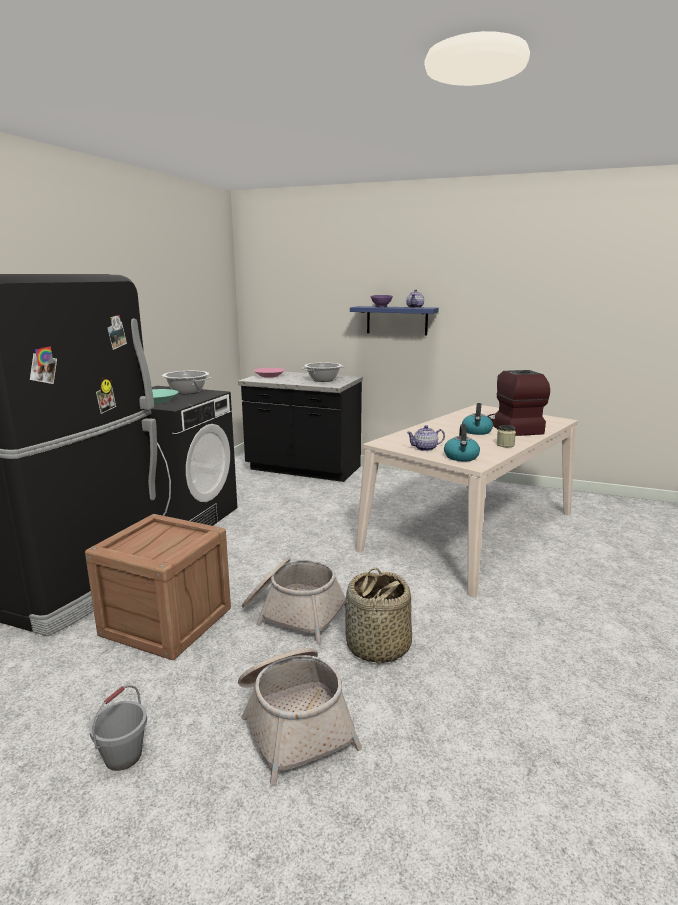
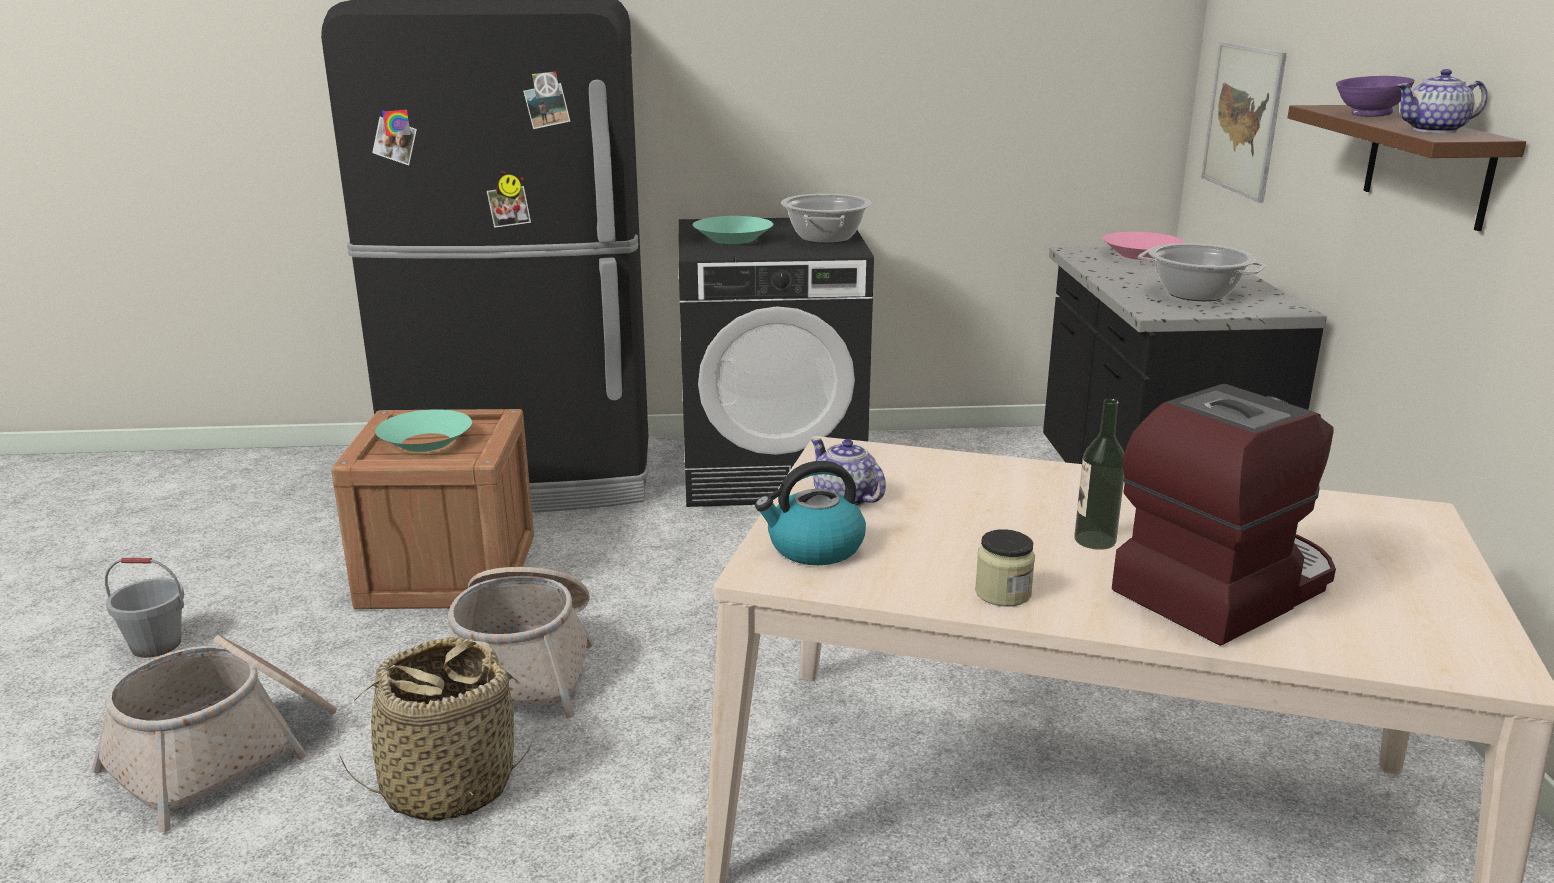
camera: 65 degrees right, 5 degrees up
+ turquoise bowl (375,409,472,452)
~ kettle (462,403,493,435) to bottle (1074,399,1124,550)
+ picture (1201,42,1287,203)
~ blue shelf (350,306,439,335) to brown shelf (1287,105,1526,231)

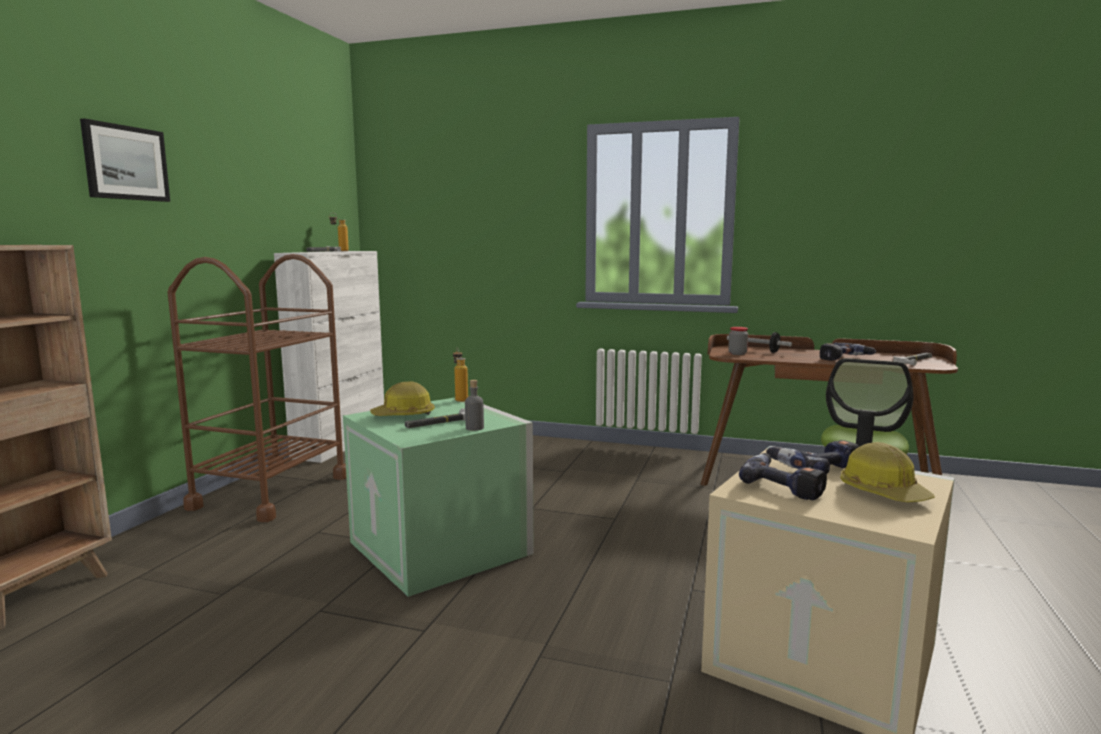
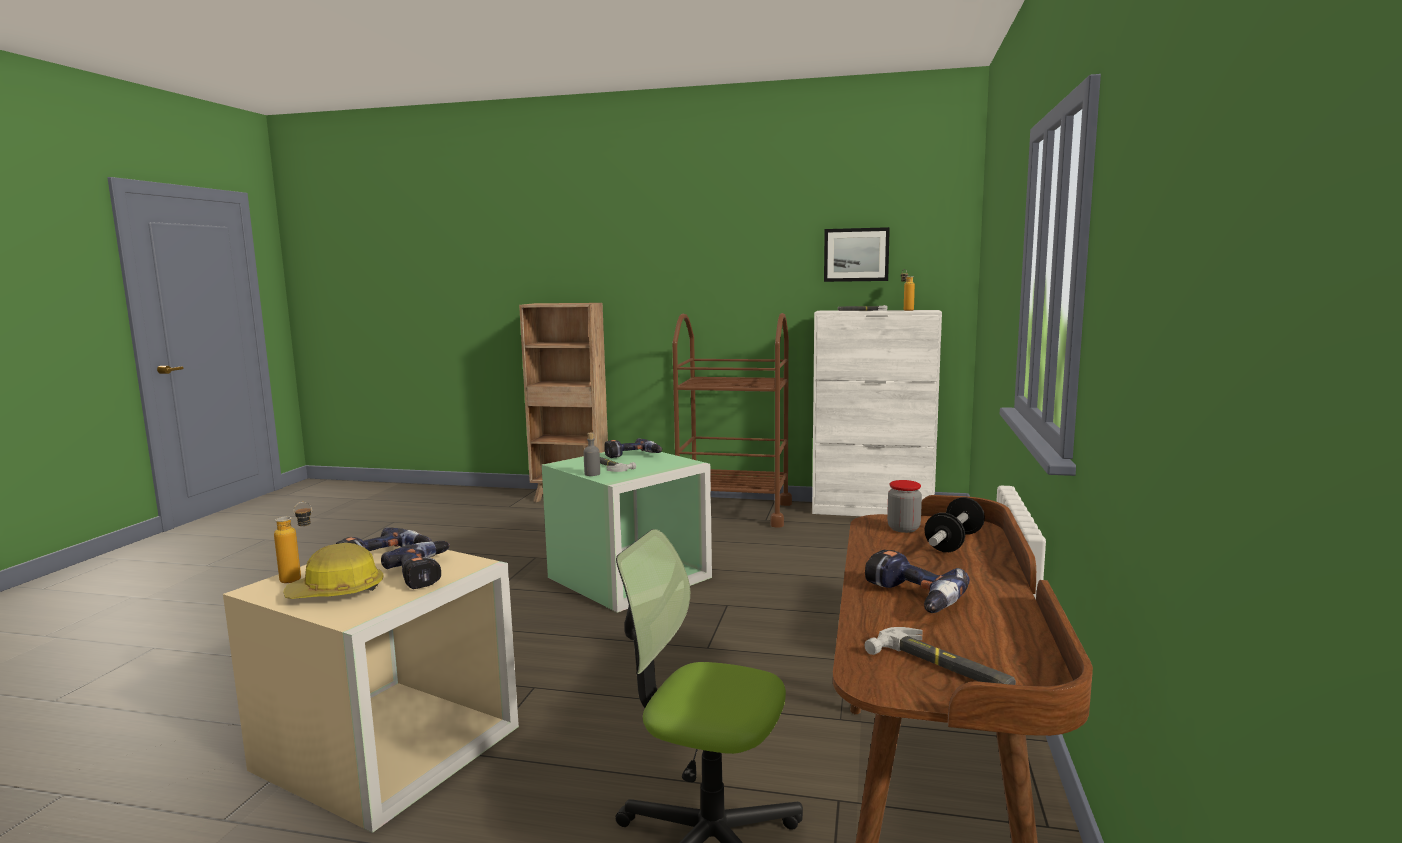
camera: 85 degrees right, 0 degrees up
~ bottle (453,347,468,402) to (274,502,312,583)
~ hard hat (370,381,435,416) to power drill (605,438,662,458)
~ picture (80,119,170,202) to (824,227,890,282)

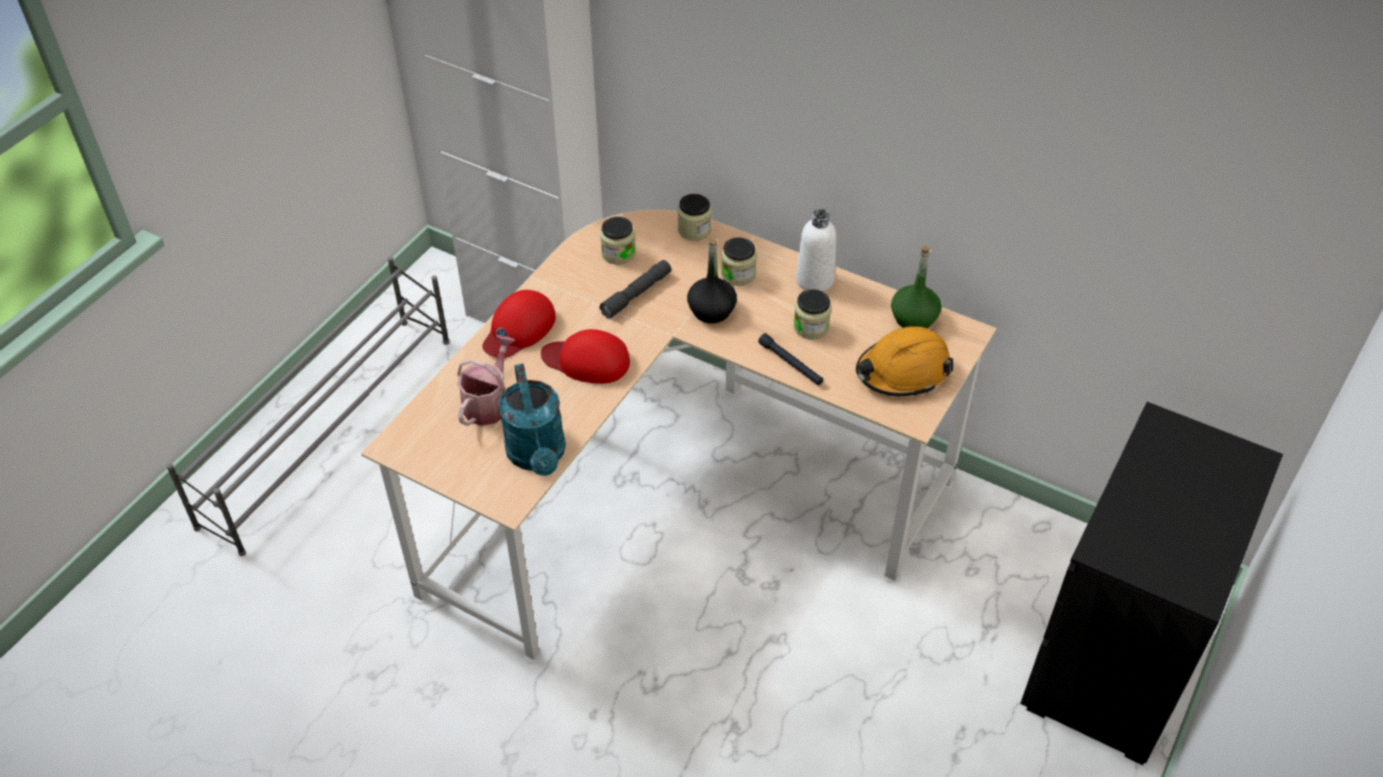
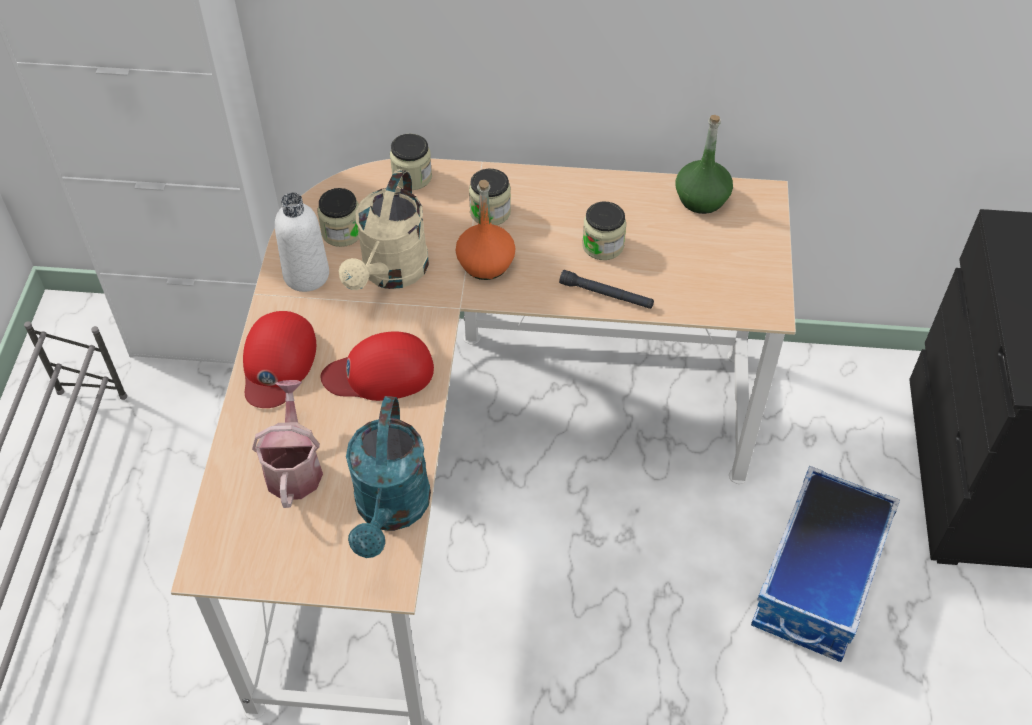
camera: 25 degrees left, 5 degrees up
~ white bottle (796,209,836,292) to (275,193,329,292)
~ grey flashlight (599,260,671,319) to beige watering can (339,169,429,290)
~ turquoise watering can (498,364,566,476) = (346,396,431,558) 45 degrees clockwise
~ black bottle (687,237,737,323) to orange bottle (456,180,515,280)
+ storage box (751,466,900,662)
- orange hard hat (856,326,953,396)

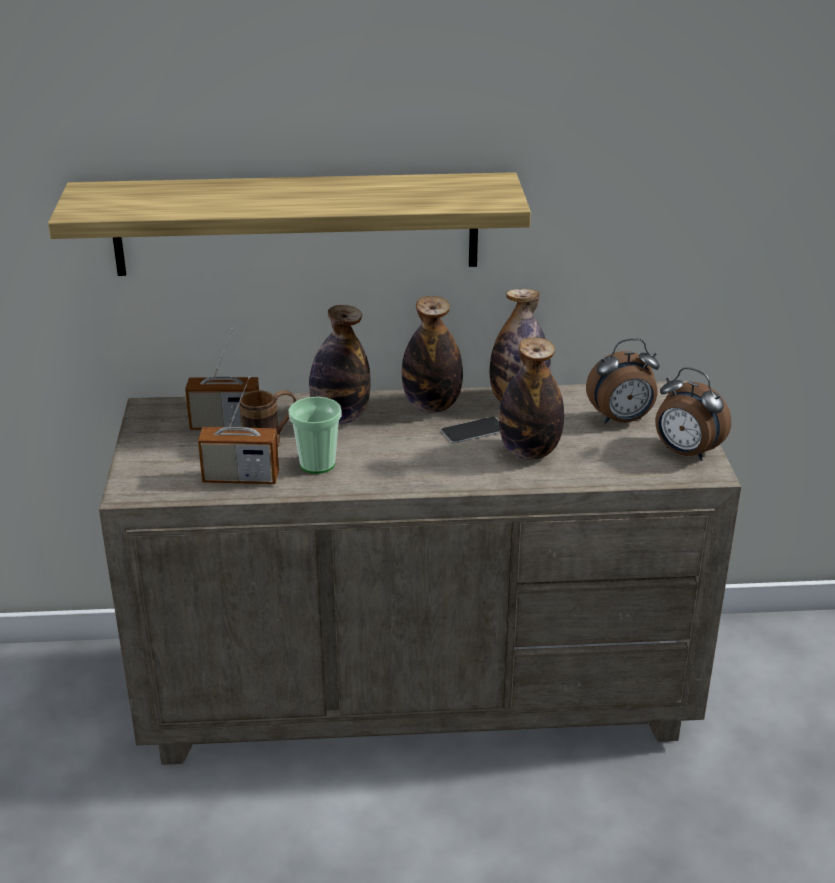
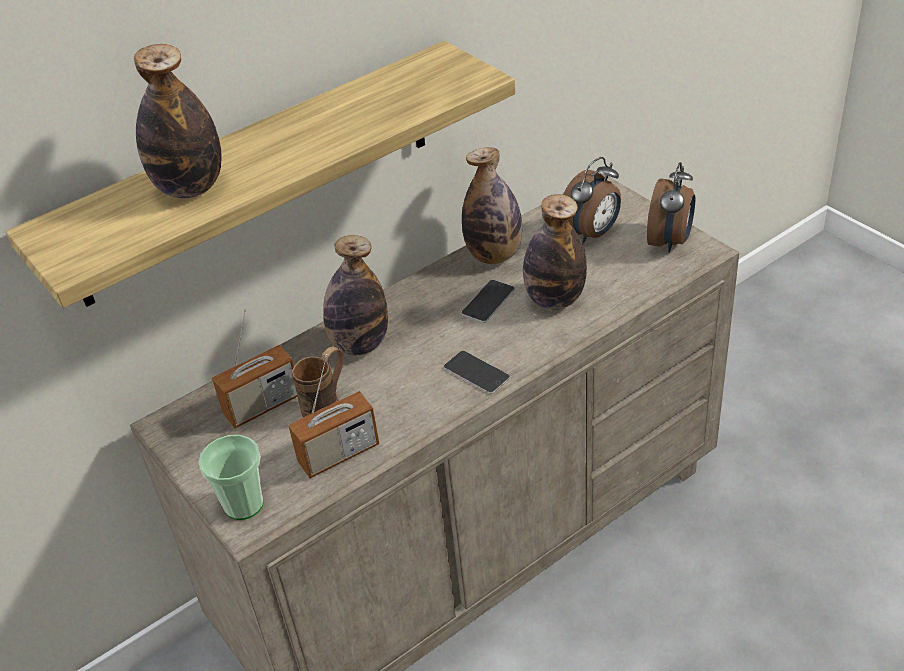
camera: 30 degrees left, 10 degrees up
~ bottle (402,296,463,413) to (134,44,222,198)
~ cup (288,397,342,474) to (198,435,263,520)
+ phone (443,351,510,394)
~ alarm clock (655,367,731,461) = (647,162,695,253) 75 degrees counterclockwise

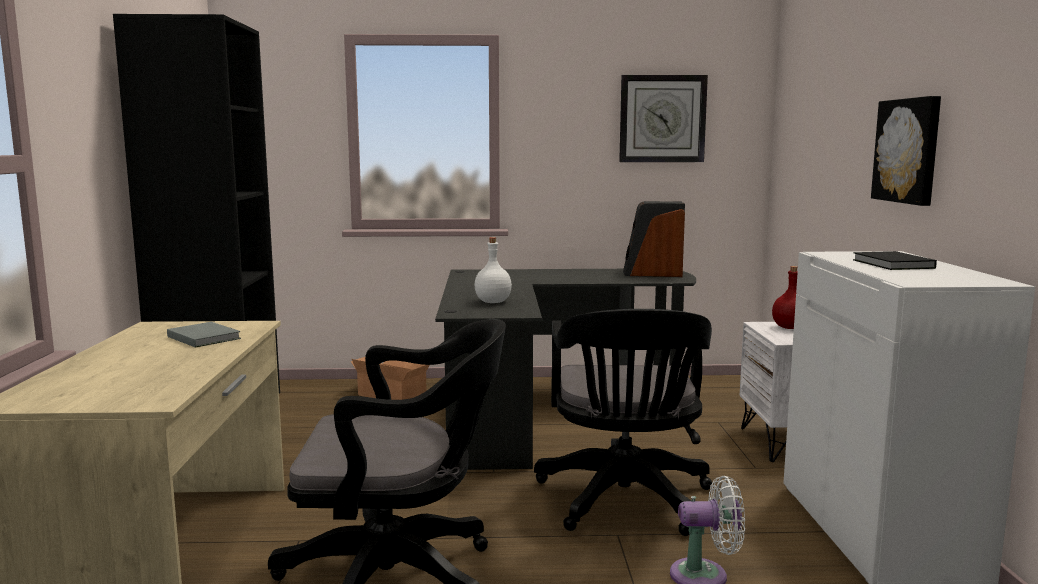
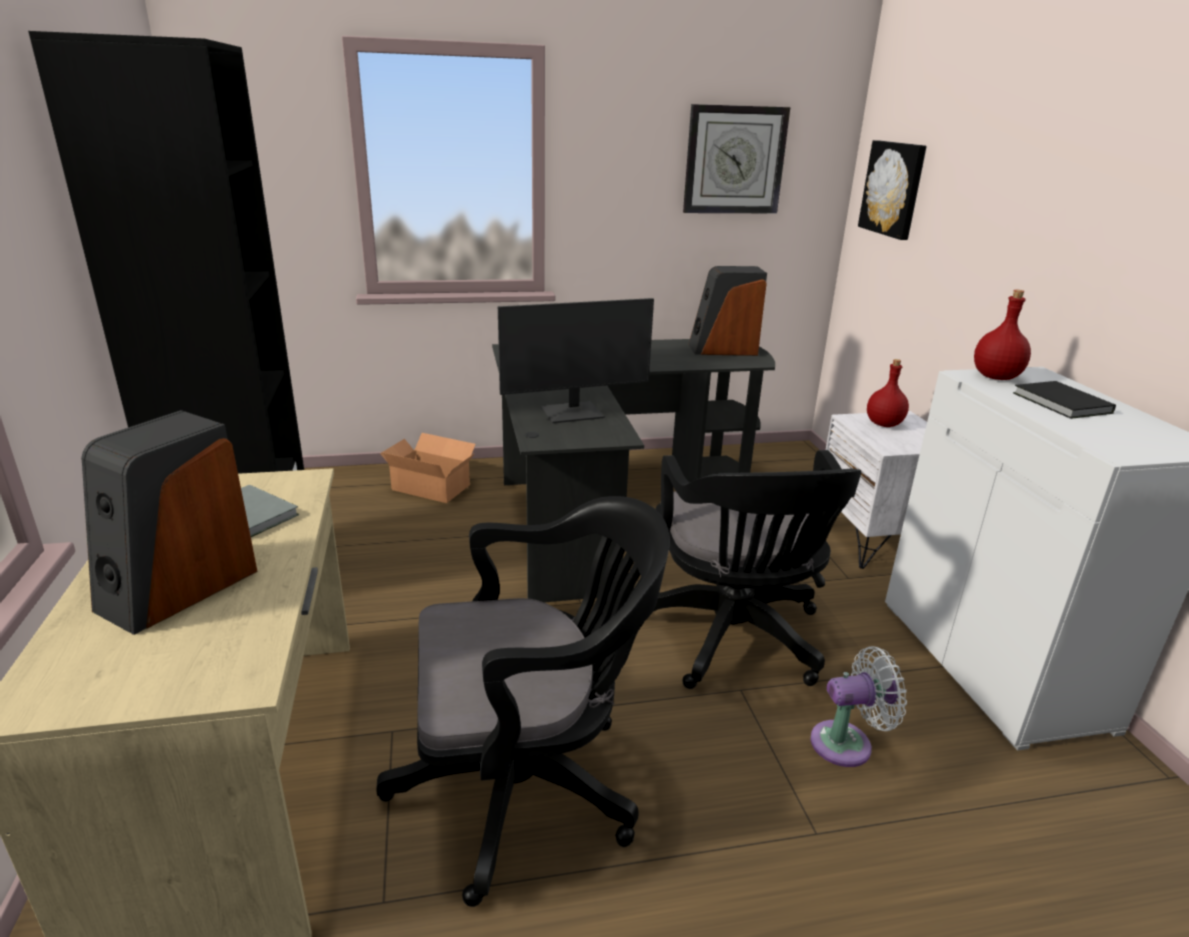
camera: 10 degrees left, 15 degrees up
+ speaker (81,410,258,635)
~ white bottle (474,237,512,303) to monitor (498,298,654,423)
~ picture (871,96,941,206) to (858,140,927,240)
+ red bottle (974,290,1031,380)

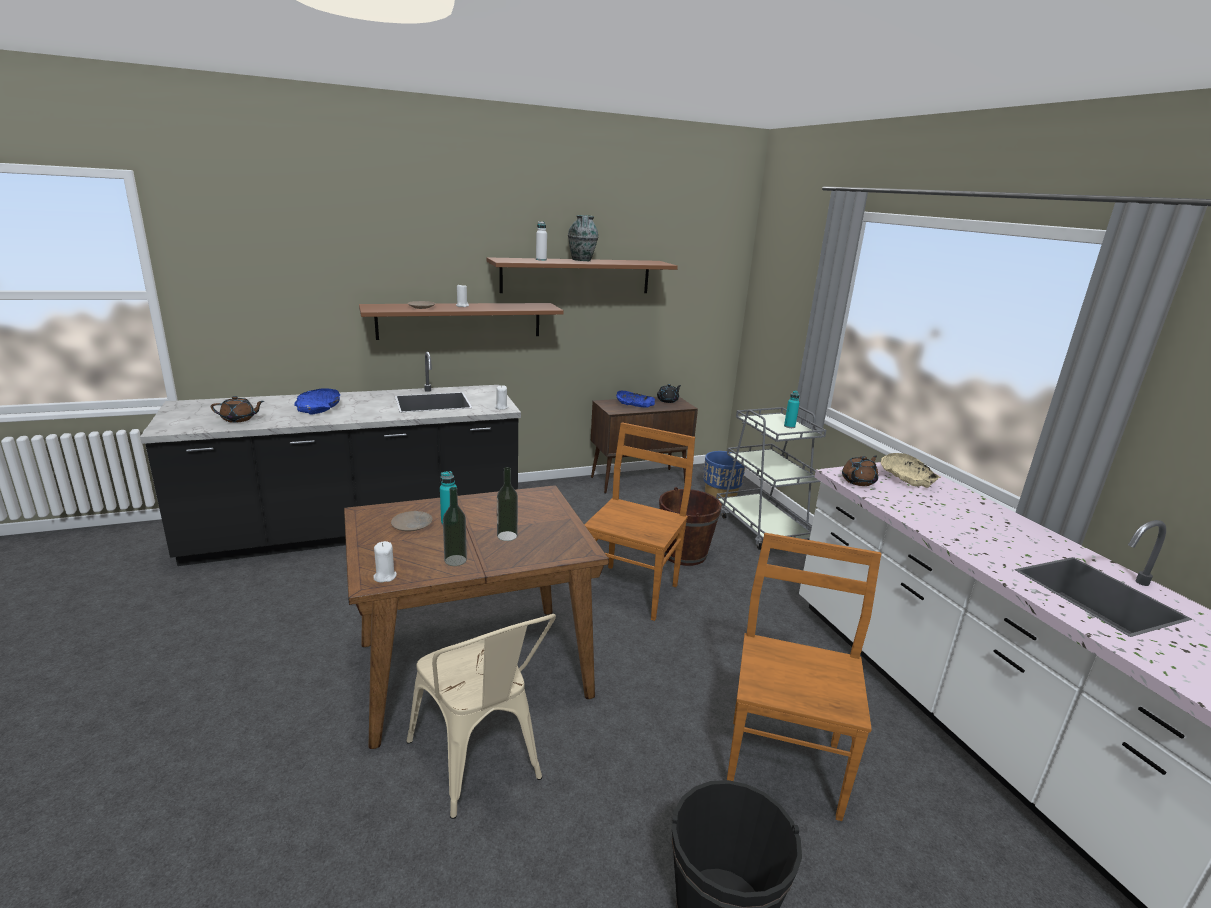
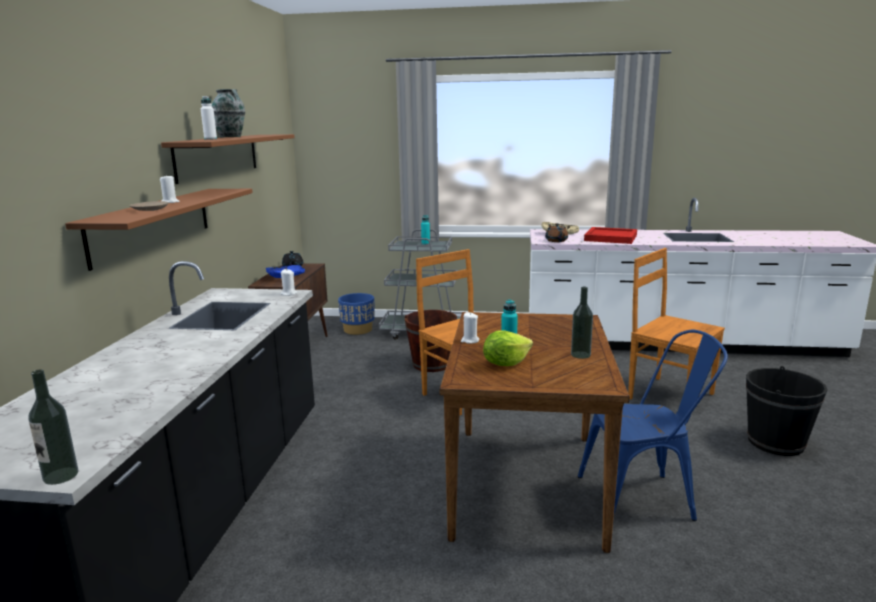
camera: 60 degrees left, 5 degrees down
~ bottle (497,467,518,541) to (28,369,78,485)
~ white candle (373,541,397,583) to (461,312,479,344)
~ beige plate (391,511,432,532) to lettuce (483,330,533,366)
~ beige chair (406,614,556,819) to blue chair (578,330,728,521)
+ red tray (584,227,637,244)
- brown teapot (211,396,264,423)
- blue bowl (295,388,340,414)

